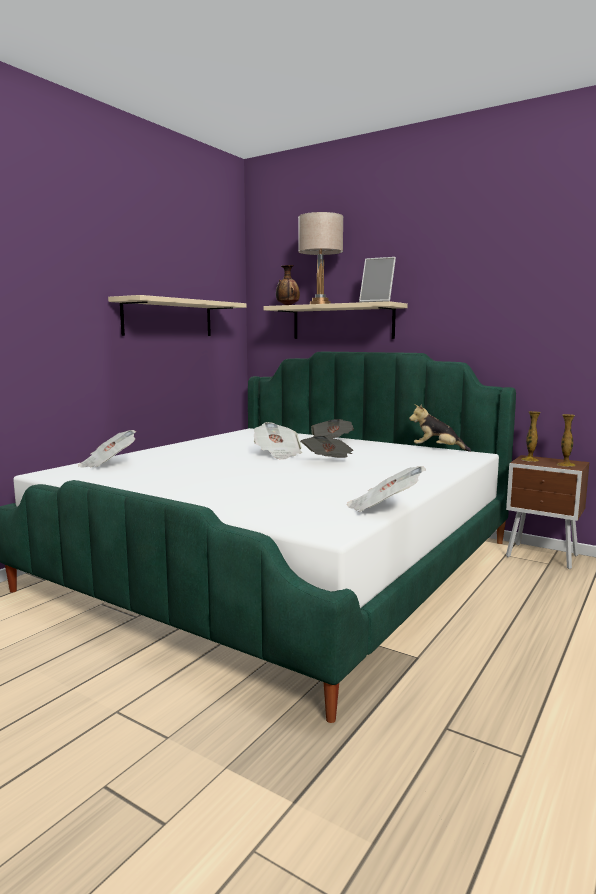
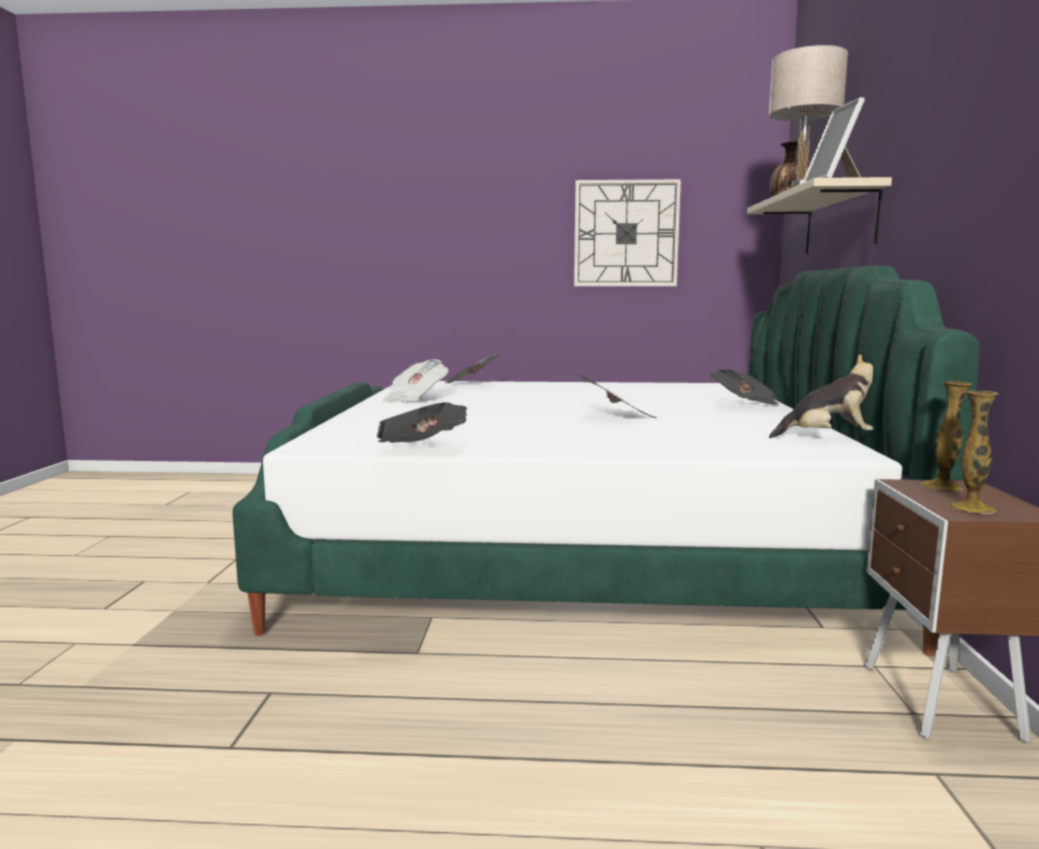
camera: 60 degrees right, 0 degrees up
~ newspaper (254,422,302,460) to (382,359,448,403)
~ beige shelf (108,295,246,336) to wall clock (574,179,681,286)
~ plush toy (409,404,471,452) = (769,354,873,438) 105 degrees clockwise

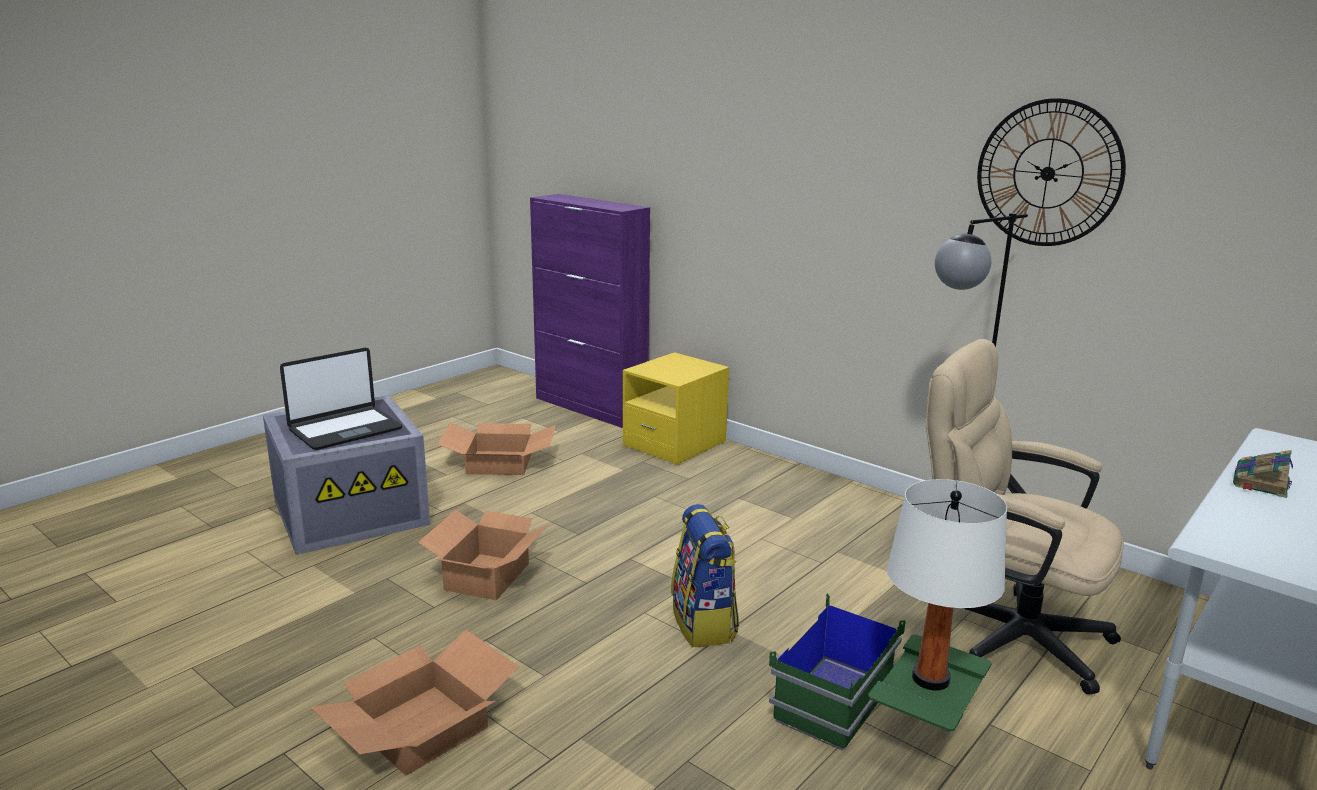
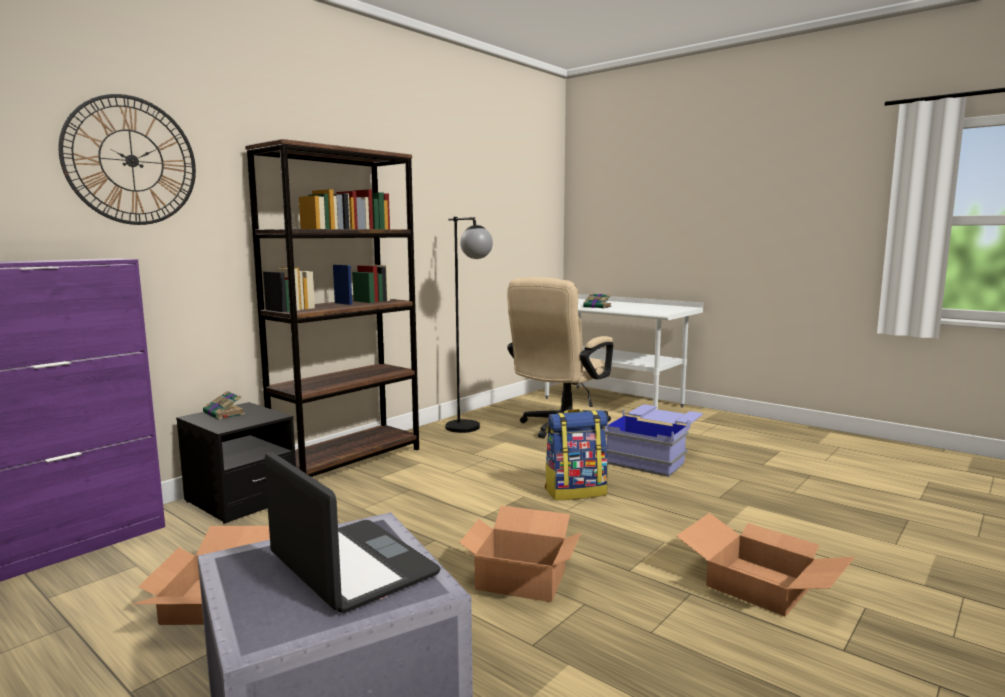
camera: 90 degrees left, 10 degrees down
~ wall clock (977,98,1126,246) to (58,94,196,225)
~ yellow nightstand (623,352,729,465) to black nightstand (176,402,296,524)
+ book (203,391,246,420)
+ brown bookcase (245,139,419,477)
~ green storage box (769,593,992,751) to blue storage box (604,404,703,477)
- white table lamp (887,479,1007,691)

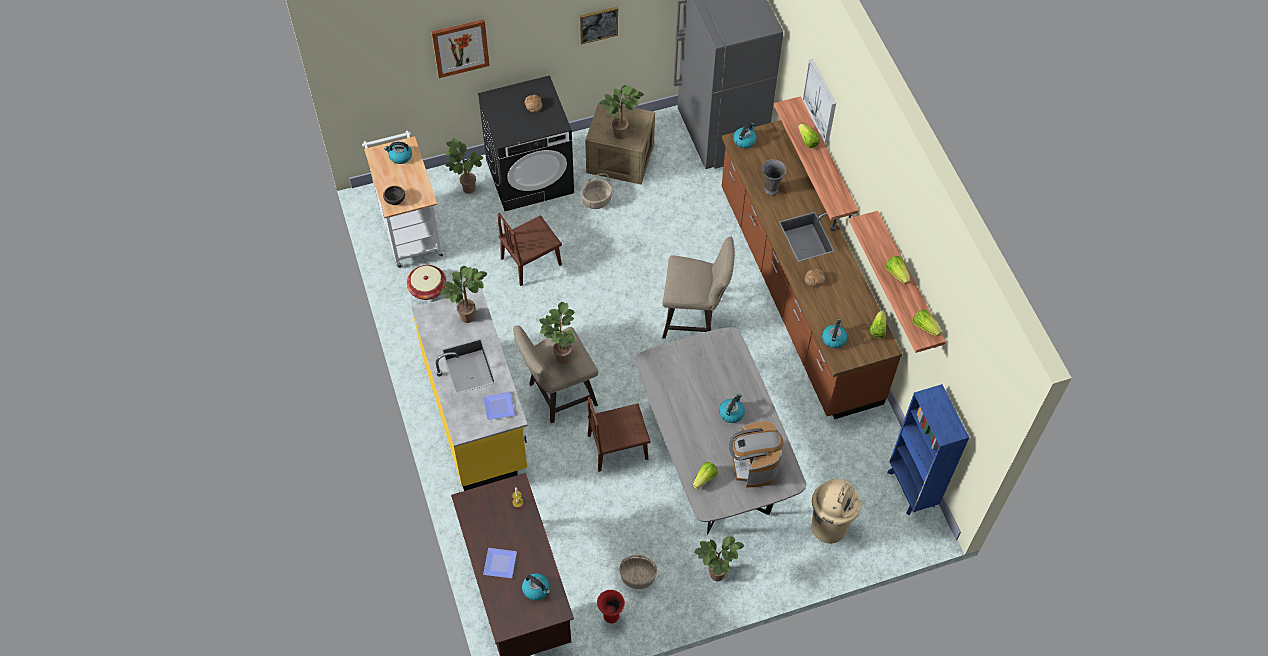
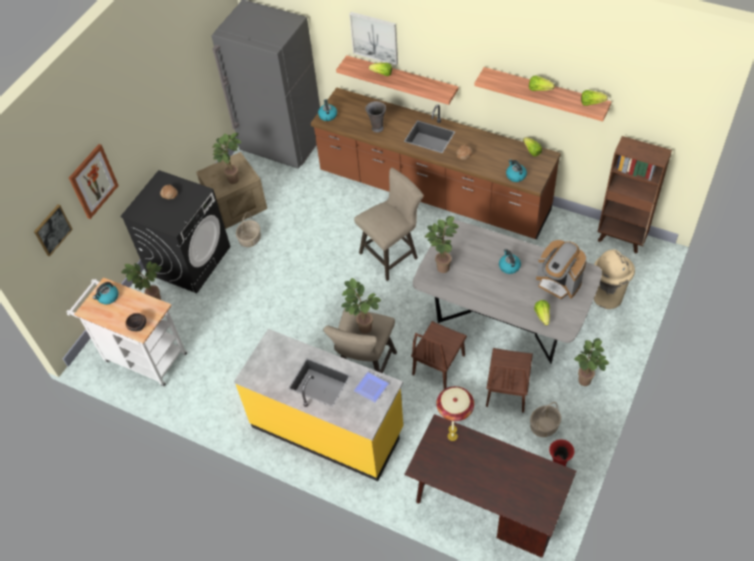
camera: 40 degrees left, 5 degrees down
~ picture (580,7,618,44) to (34,204,73,257)
~ potted plant (440,266,487,323) to (425,216,459,273)
~ basket (407,265,446,300) to (436,386,474,421)
~ brown chair (498,213,562,286) to (486,348,533,413)
~ blue bookcase (887,384,969,515) to brown bookcase (598,136,672,254)
- plate (483,548,517,578)
- kettle (522,573,551,600)

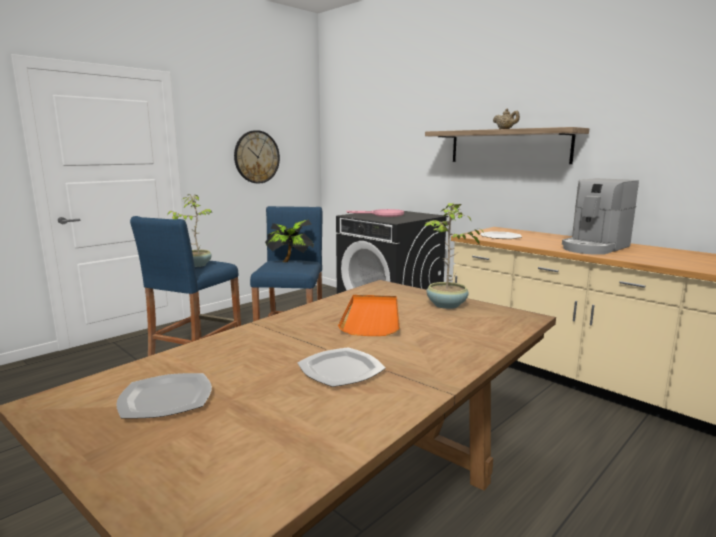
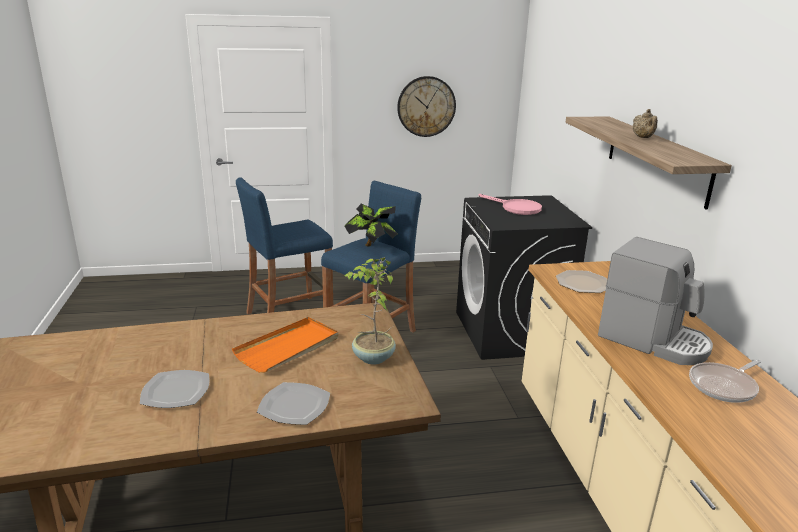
camera: 35 degrees right, 10 degrees up
~ plate (116,373,212,418) to (257,382,330,425)
~ coffee machine (562,178,639,255) = (598,237,713,365) 135 degrees counterclockwise
+ frying pan (689,359,762,403)
- potted plant (168,194,212,267)

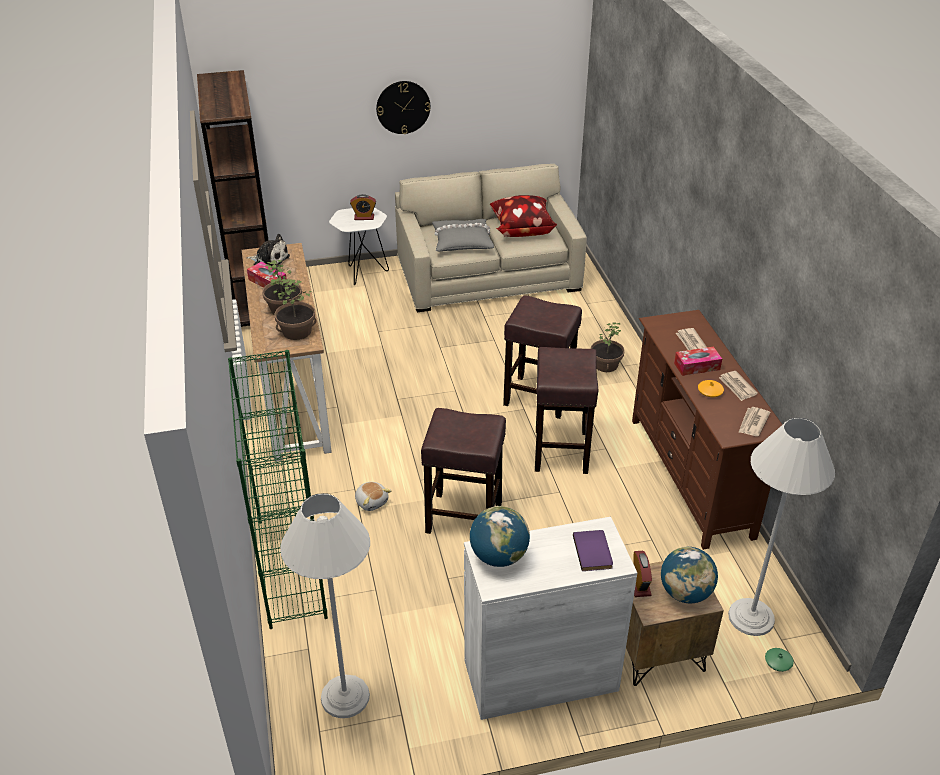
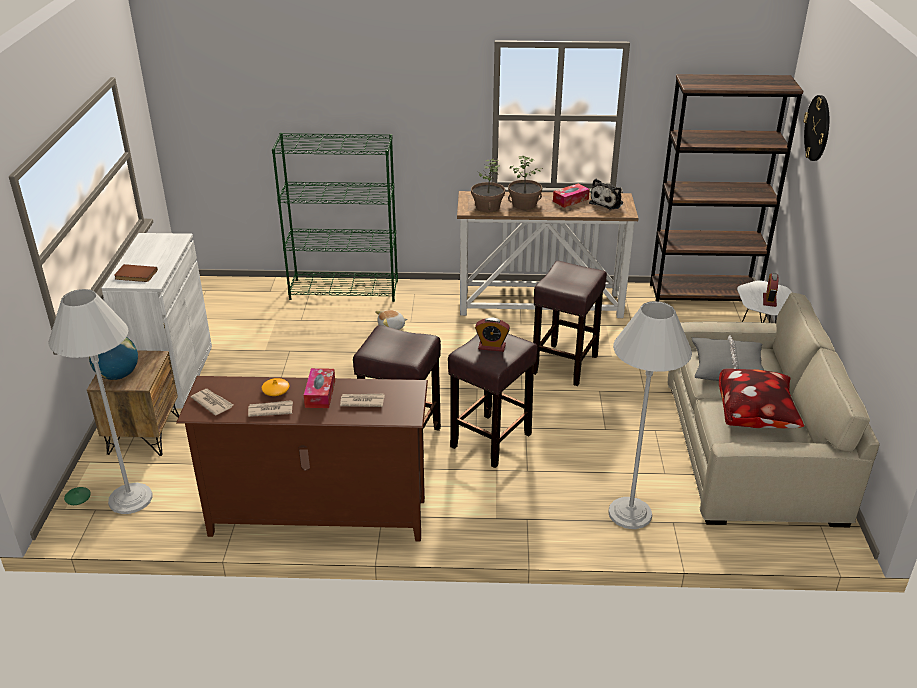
camera: 105 degrees right, 5 degrees down
~ purple book (573,530,613,571) to brown book (114,264,158,282)
~ alarm clock (633,551,652,597) to (475,317,510,352)
~ brown stool (421,408,506,534) to (533,261,607,386)
~ white floor lamp (280,493,370,718) to (608,301,692,529)
~ wall clock (376,81,430,134) to (803,95,829,161)
- globe (470,506,530,567)
- potted plant (591,322,625,372)

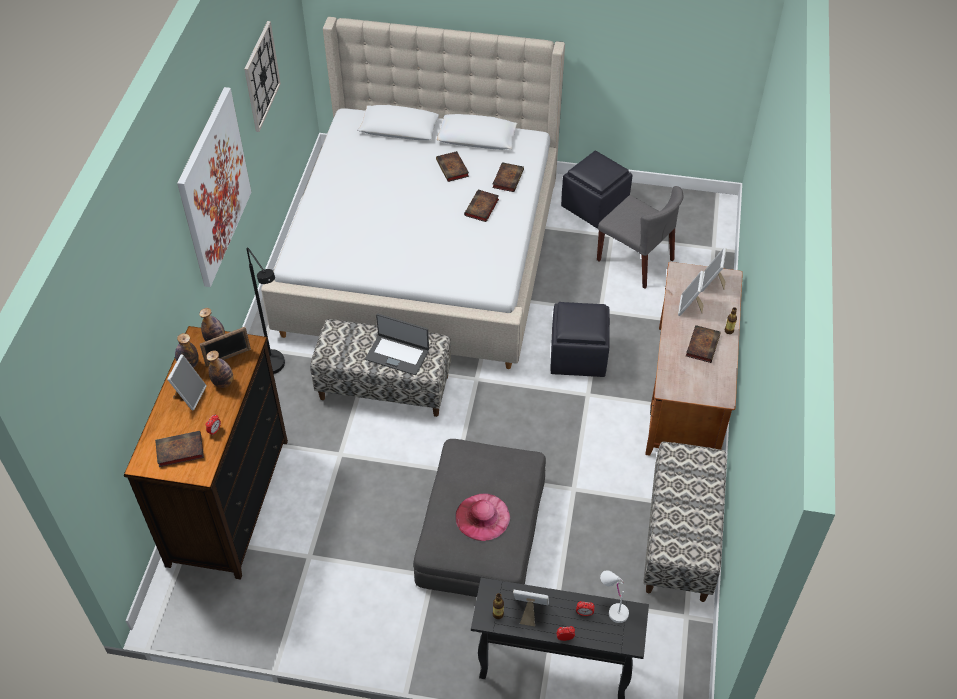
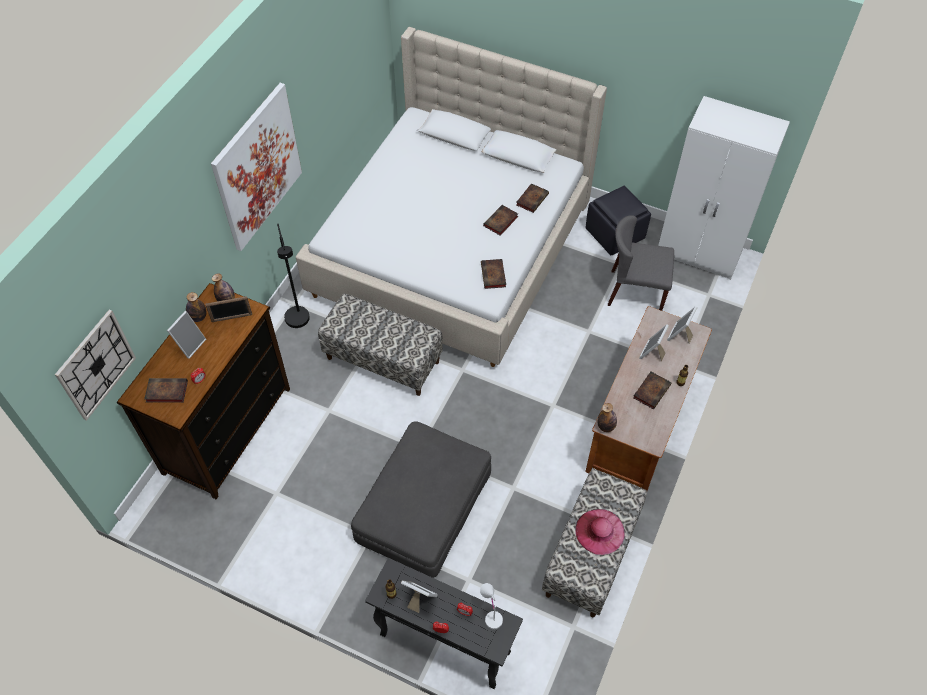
camera: 15 degrees right, 5 degrees up
~ wall clock (244,21,281,132) to (55,310,136,421)
~ book (436,151,469,182) to (481,259,506,289)
~ pink hat (456,494,510,541) to (575,509,625,555)
~ bottle (206,350,233,388) to (597,403,617,432)
~ grey chair (597,186,683,289) = (608,215,674,311) 135 degrees clockwise
+ white wardrobe (658,96,790,280)
- laptop (365,313,429,375)
- black ottoman (551,302,610,377)

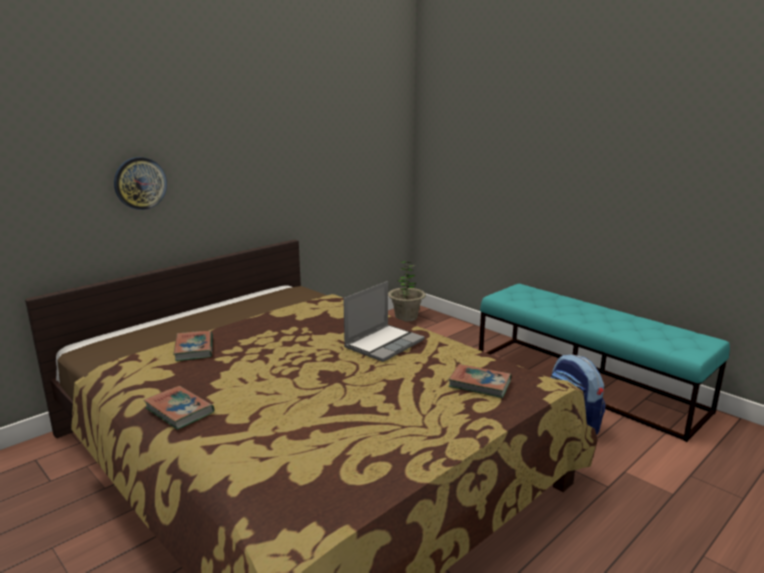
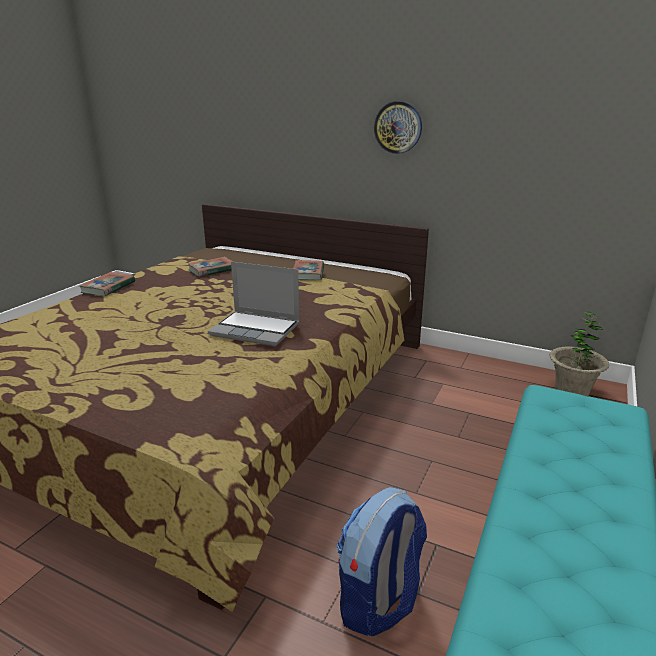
camera: 70 degrees right, 5 degrees up
~ book (449,364,511,398) to (293,260,324,280)
~ wall clock (114,157,167,210) to (374,101,422,154)

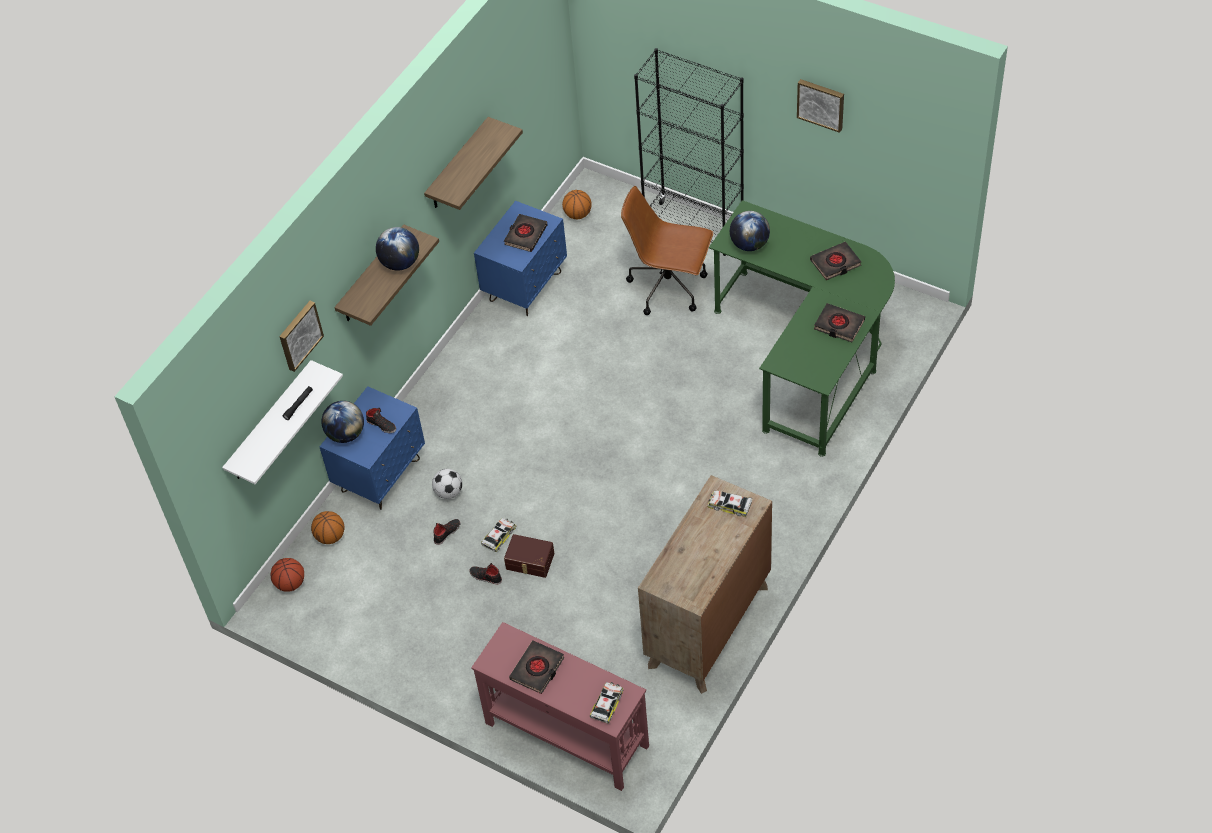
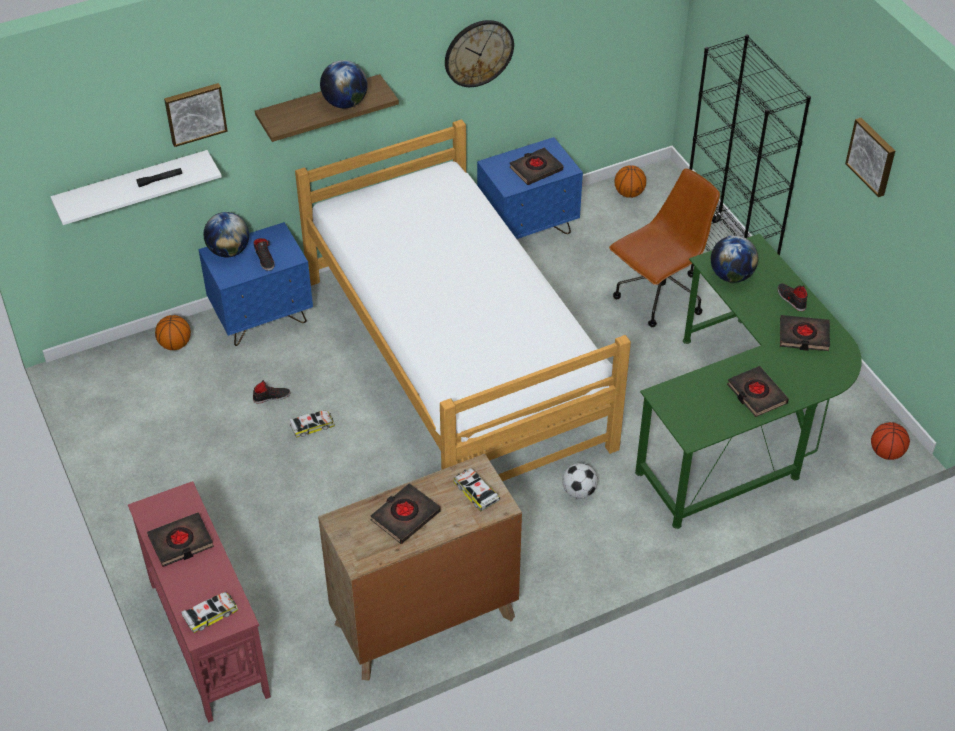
camera: 30 degrees right, 5 degrees down
+ bed (295,119,631,481)
+ black book (370,483,440,544)
~ shelf (424,117,523,210) to wall clock (445,20,514,87)
~ football (432,469,462,499) to (562,463,598,499)
~ brown office chair (621,186,713,315) = (609,168,720,327) 90 degrees clockwise
~ black shoe (469,563,502,585) to (777,283,808,311)
~ basketball (271,558,304,592) to (871,422,910,460)
- brown storage box (504,534,555,578)

